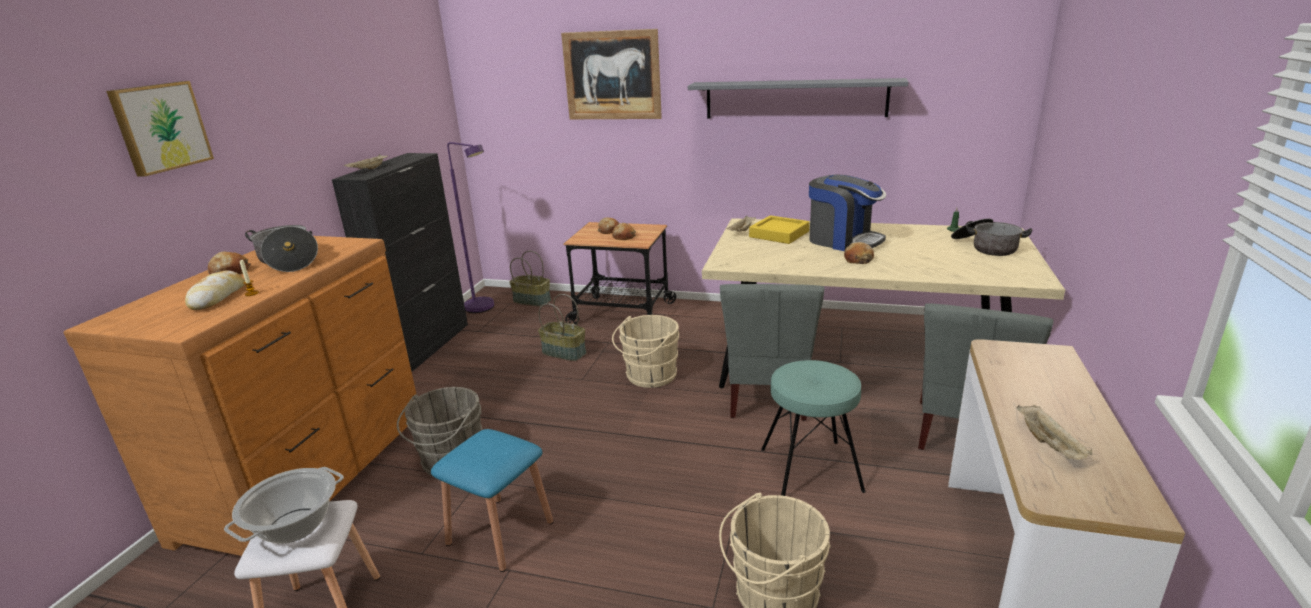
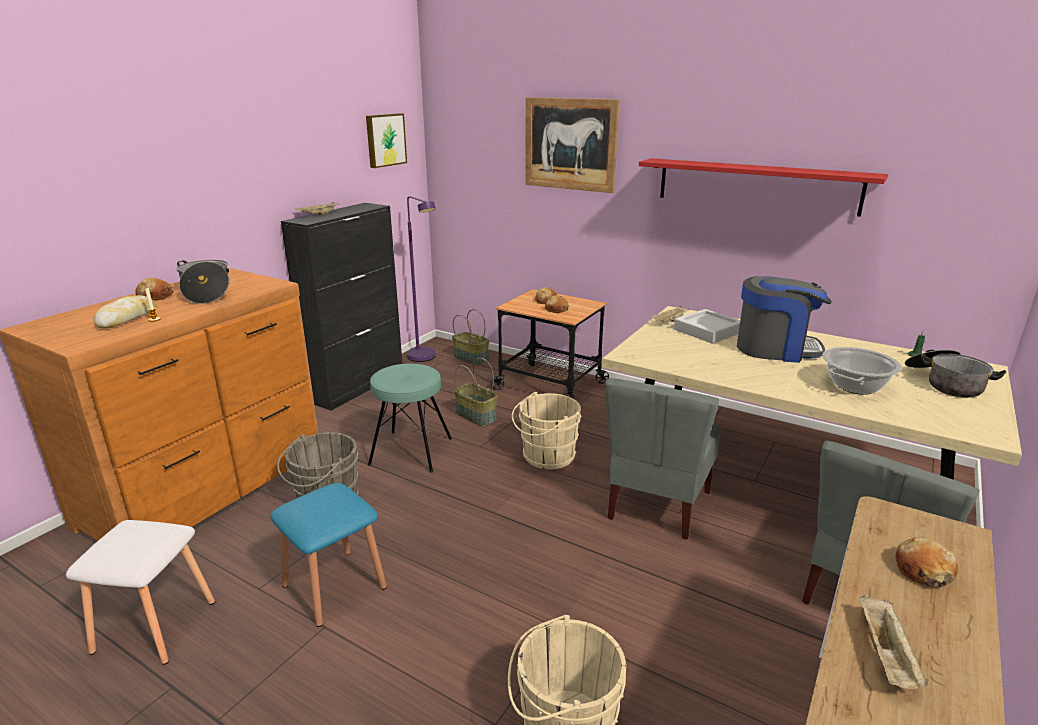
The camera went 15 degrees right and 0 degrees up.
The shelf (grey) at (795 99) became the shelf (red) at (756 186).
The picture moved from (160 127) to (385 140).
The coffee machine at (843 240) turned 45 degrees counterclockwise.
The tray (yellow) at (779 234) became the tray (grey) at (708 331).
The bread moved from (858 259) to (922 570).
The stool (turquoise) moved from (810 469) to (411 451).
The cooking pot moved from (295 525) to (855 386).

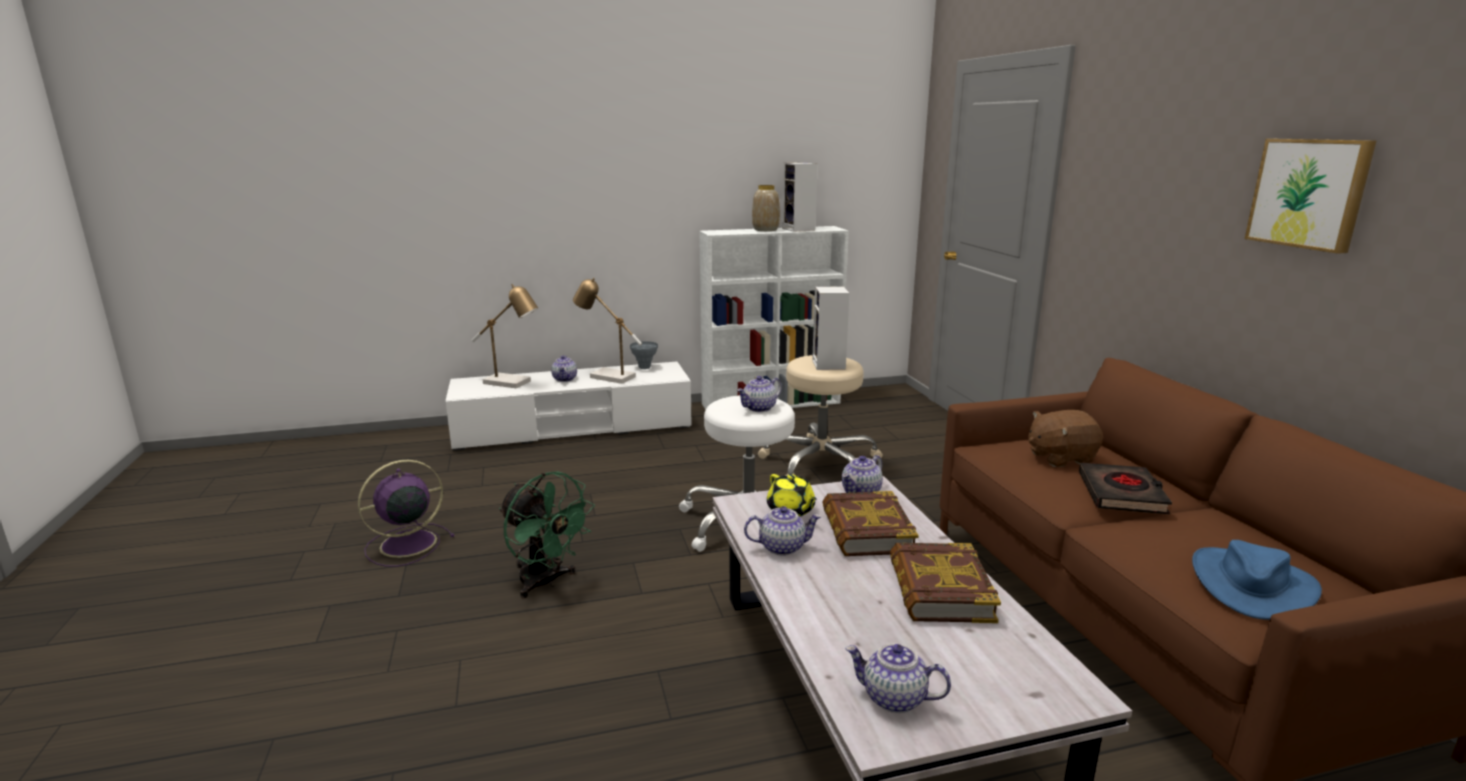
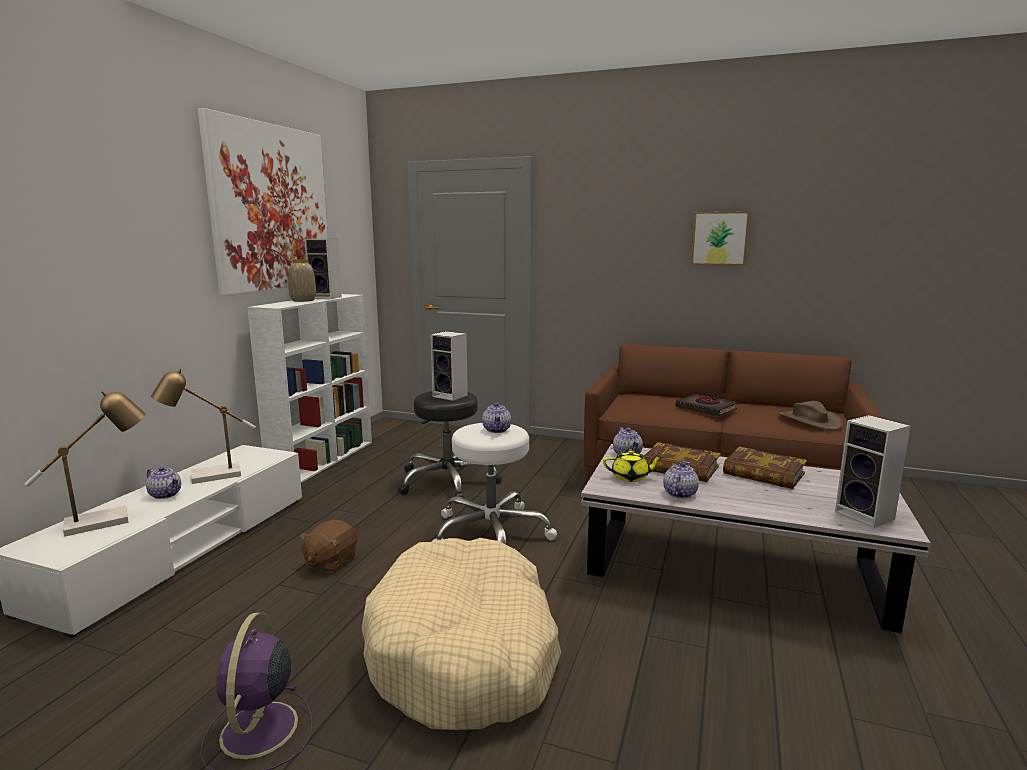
The camera went 55 degrees left and 5 degrees down.
The vase (grey) at (644 367) disappeared.
The stool (beige) at (820 464) became the stool (black) at (448 481).
The plush toy (brown) moved from (1060 457) to (330 562).
The fan (green) at (546 582) was replaced by the dog bed (beige) at (464 652).
The hat (blue) at (1251 584) became the hat (brown) at (809 421).
The teapot at (893 698) was replaced by the speaker at (867 516).
The picture at (270 208) appeared.

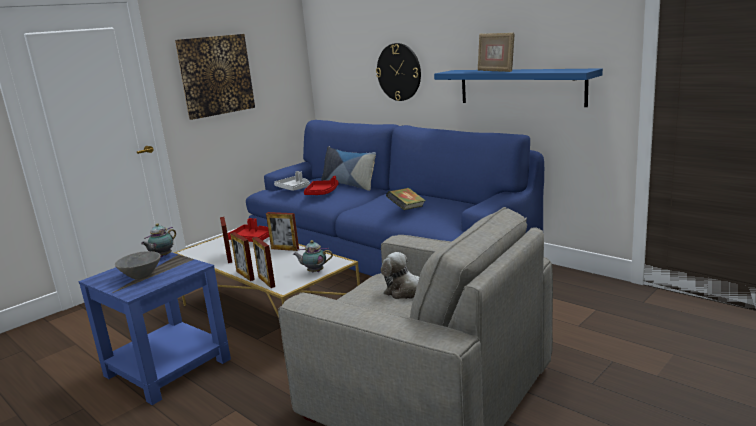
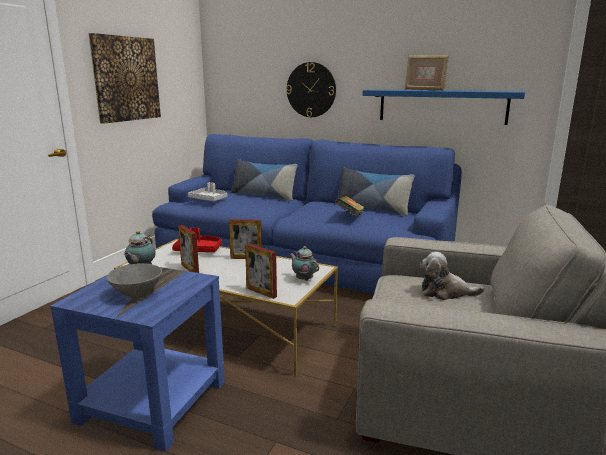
The camera went 20 degrees left and 0 degrees up.
The tray (red) at (322 193) disappeared.
The picture frame at (245 275) disappeared.
The teapot at (314 272) turned 60 degrees clockwise.
The pillow at (372 208) appeared.

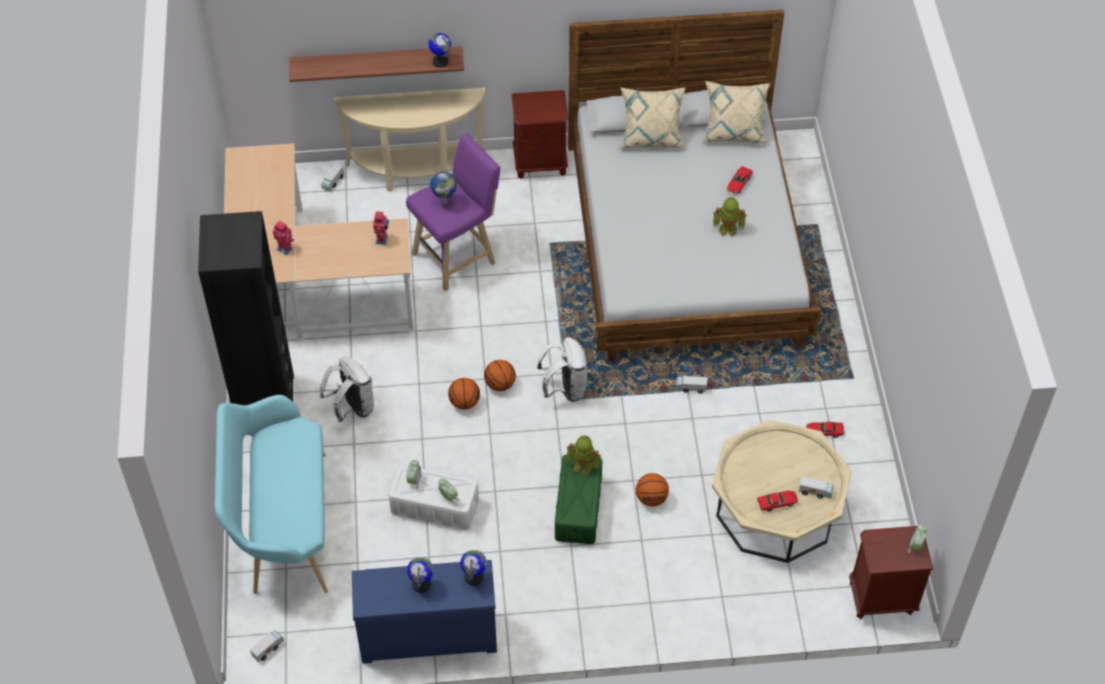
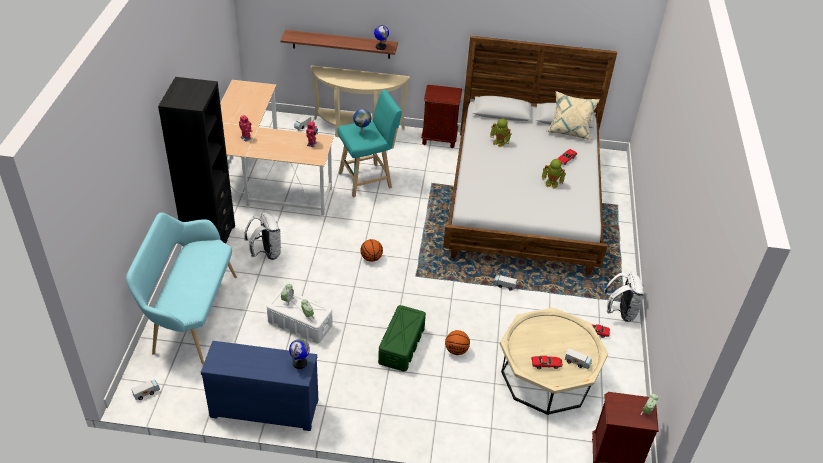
The camera went 10 degrees right and 10 degrees down.
The pillow (beige) at (651 137) disappeared.
The stool (purple) at (457 256) became the stool (turquoise) at (368 179).
The backpack (white) moved from (565 389) to (620 312).
The basketball at (464 402) disappeared.
The toy robot moved from (583 465) to (499 142).
The globe at (421 584) disappeared.

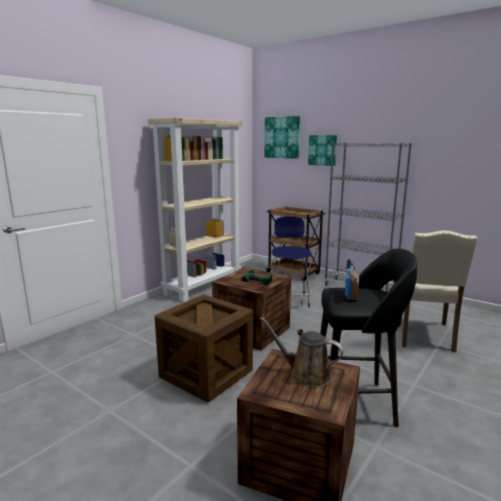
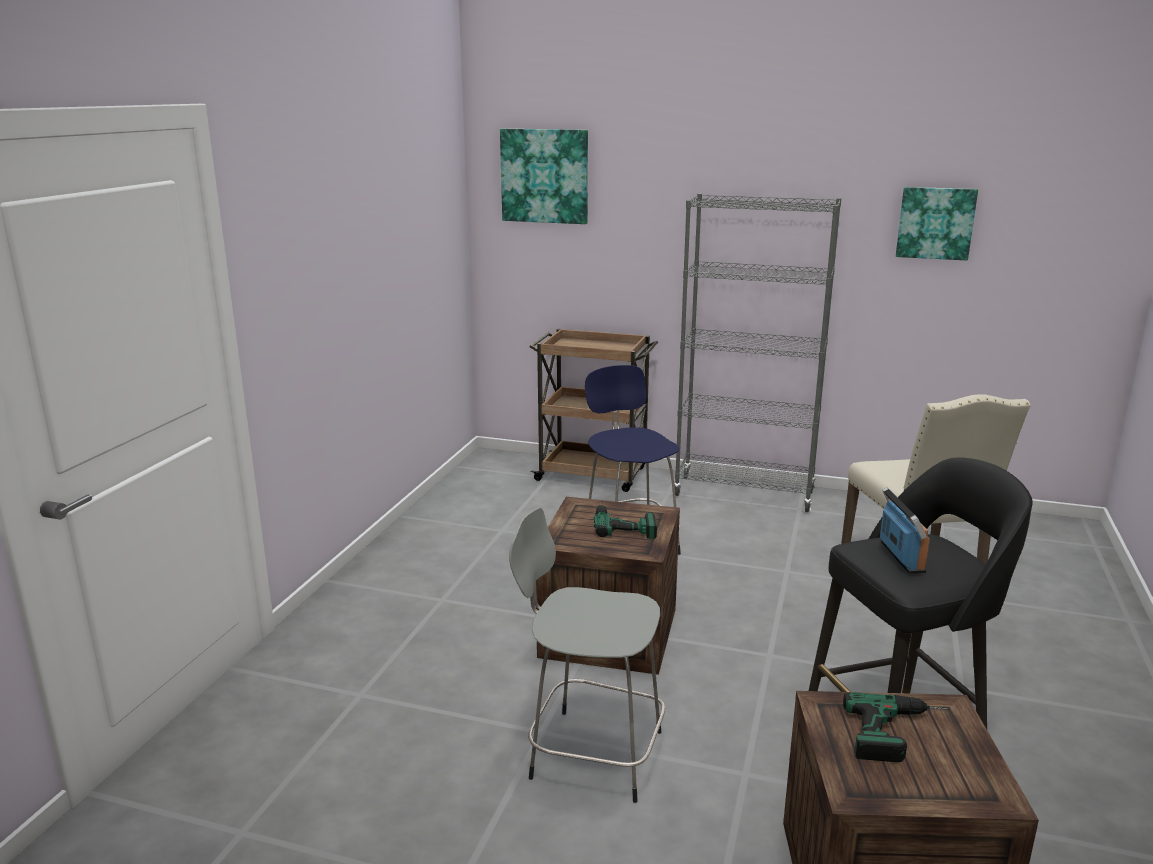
The camera went 20 degrees left and 5 degrees up.
The bookcase (beige) at (203 286) disappeared.
The picture moved from (323 150) to (935 223).
The crate at (206 374) was replaced by the stool (grey) at (591 753).
The watering can (brown) at (306 374) was replaced by the power drill at (900 733).

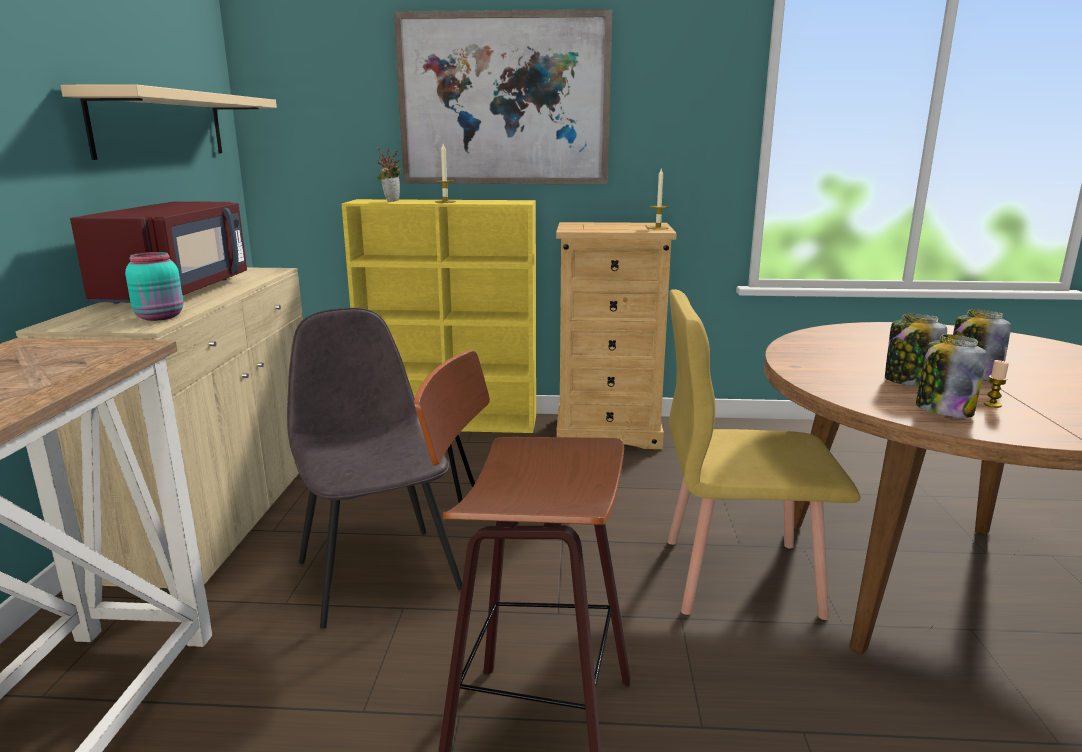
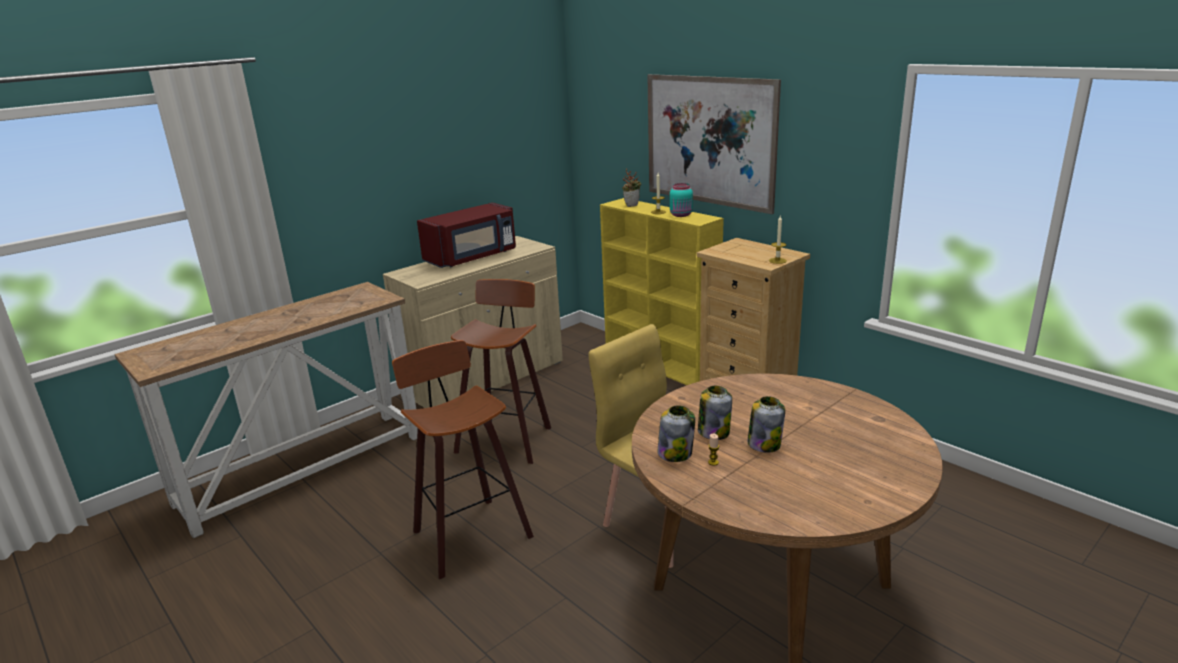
The camera went 45 degrees right and 5 degrees up.
The shelf (beige) at (161 125) disappeared.
The jar (turquoise) moved from (161 317) to (681 215).
The chair (grey) at (377 572) was replaced by the stool at (506 438).

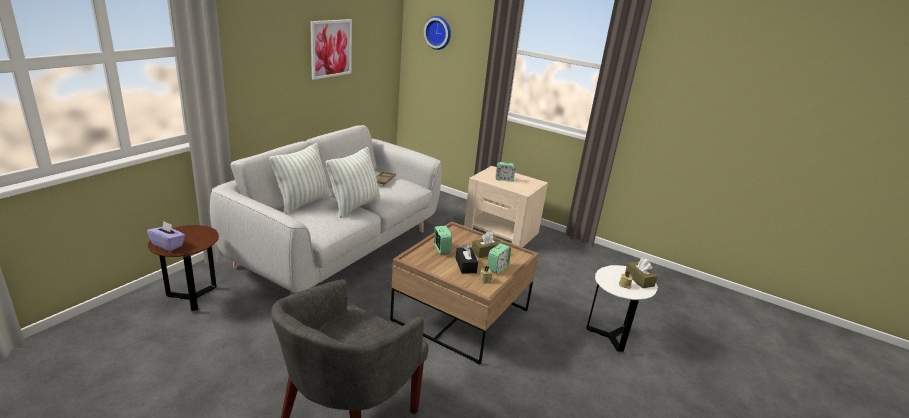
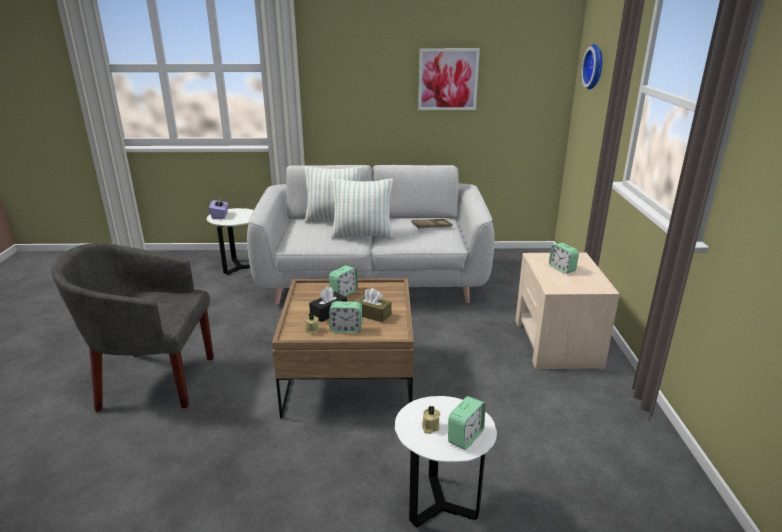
The camera went 60 degrees right and 0 degrees up.
The side table (brown) at (193 298) became the side table (white) at (240 267).
The tissue box (brown) at (639 279) was replaced by the alarm clock at (465 437).

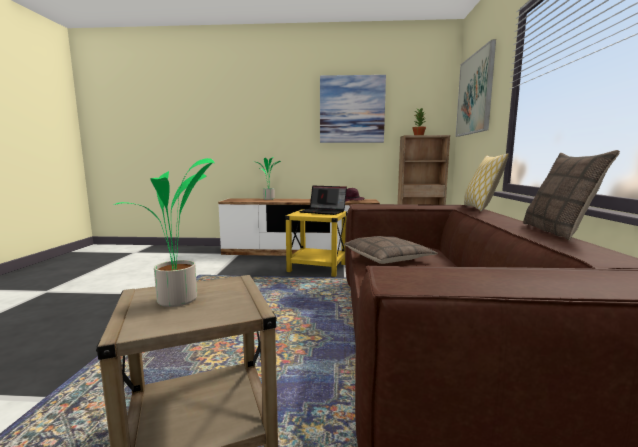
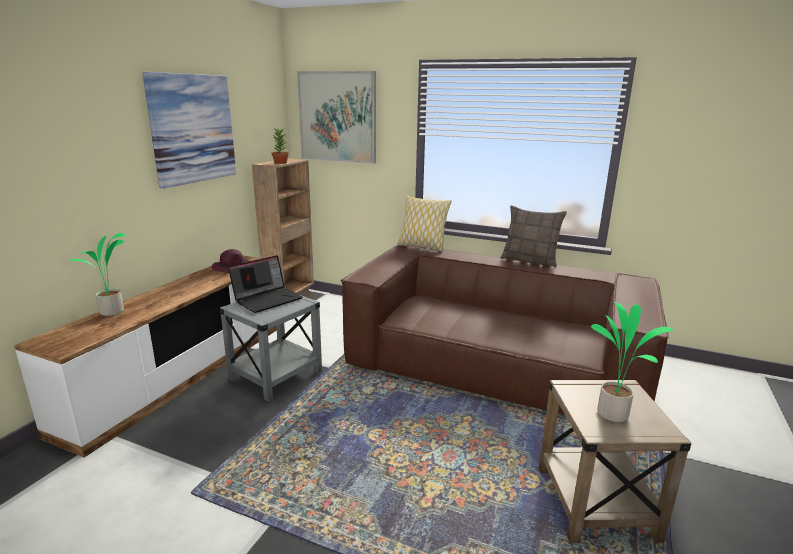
The camera went 70 degrees left and 10 degrees up.
The side table (yellow) at (317 268) became the side table (grey) at (276 376).
The pillow at (388 258) disappeared.

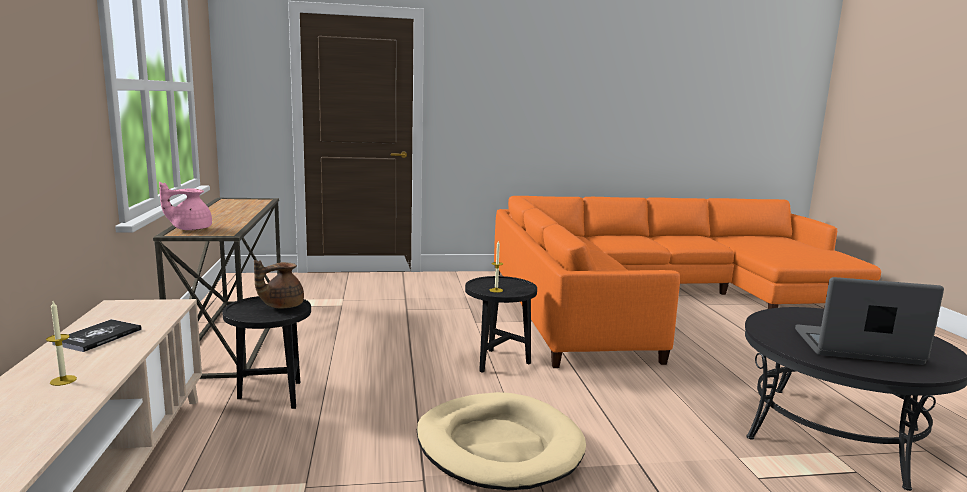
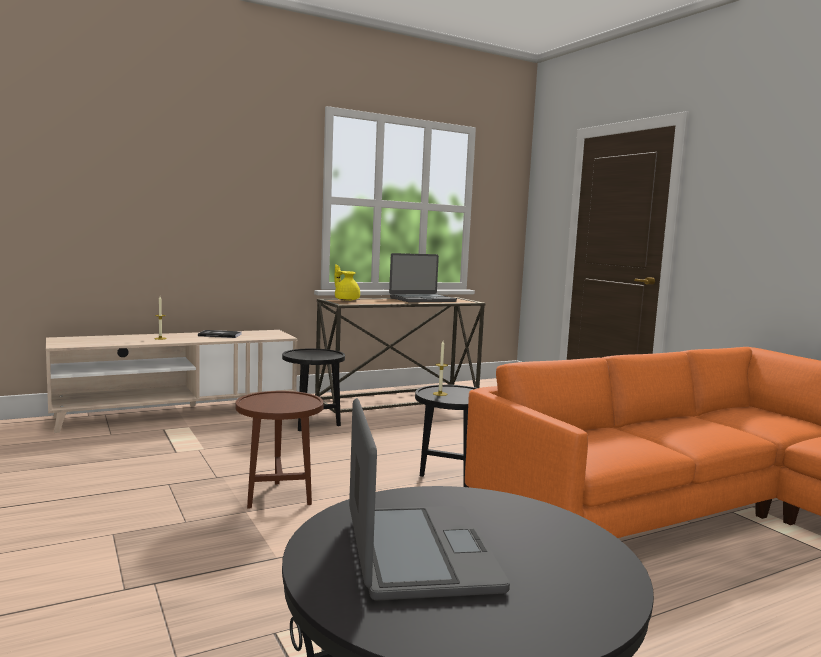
The camera went 70 degrees right and 5 degrees down.
The teapot (pink) at (190 229) became the teapot (yellow) at (346 300).
The teapot (brown) at (281 306) disappeared.
The dog bed (beige) at (499 446) was replaced by the side table (brown) at (278 495).
The laptop at (422 299) appeared.

